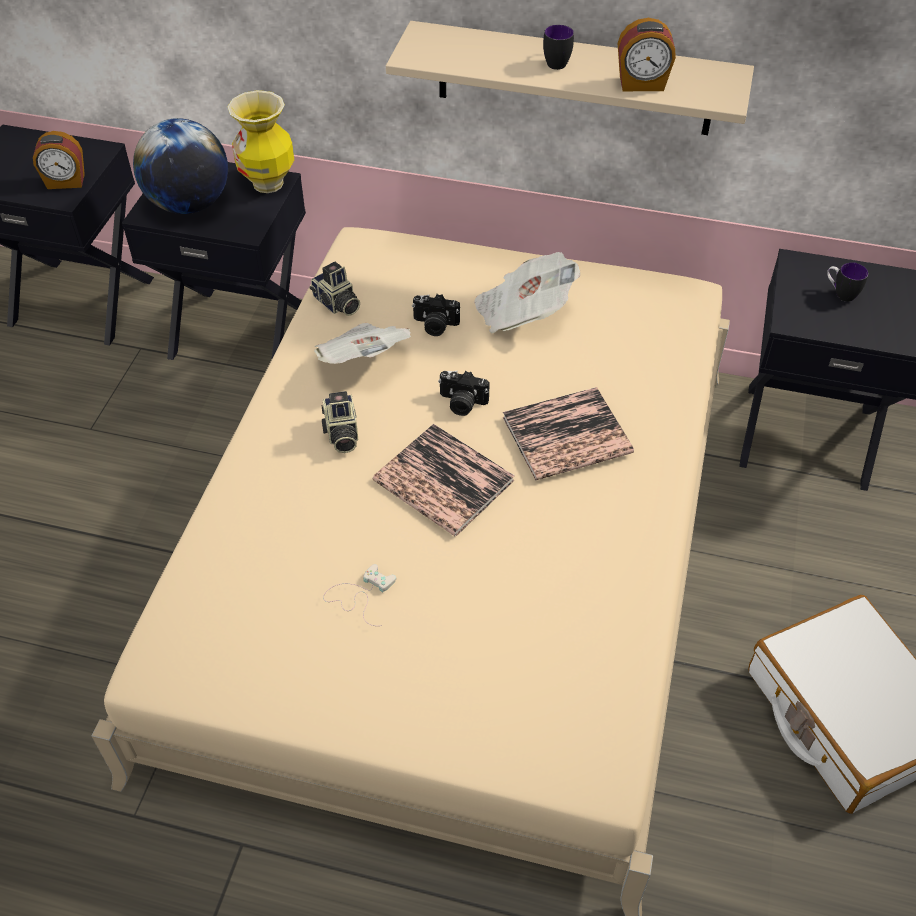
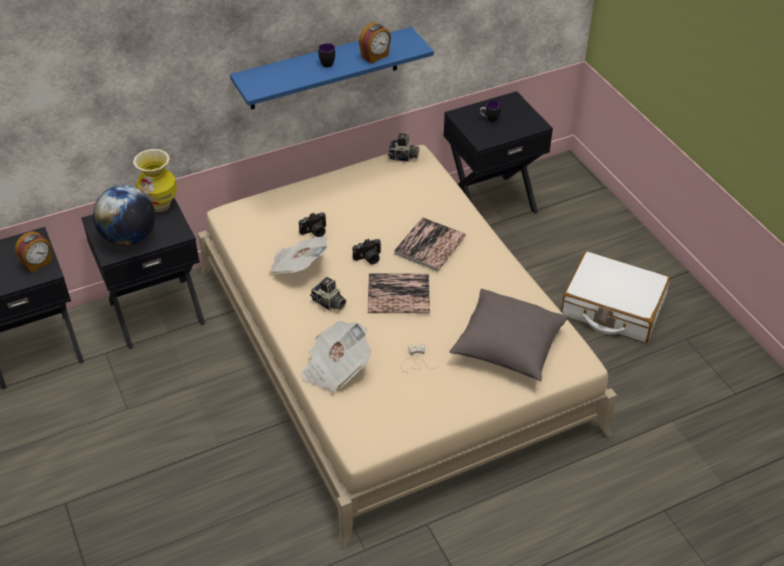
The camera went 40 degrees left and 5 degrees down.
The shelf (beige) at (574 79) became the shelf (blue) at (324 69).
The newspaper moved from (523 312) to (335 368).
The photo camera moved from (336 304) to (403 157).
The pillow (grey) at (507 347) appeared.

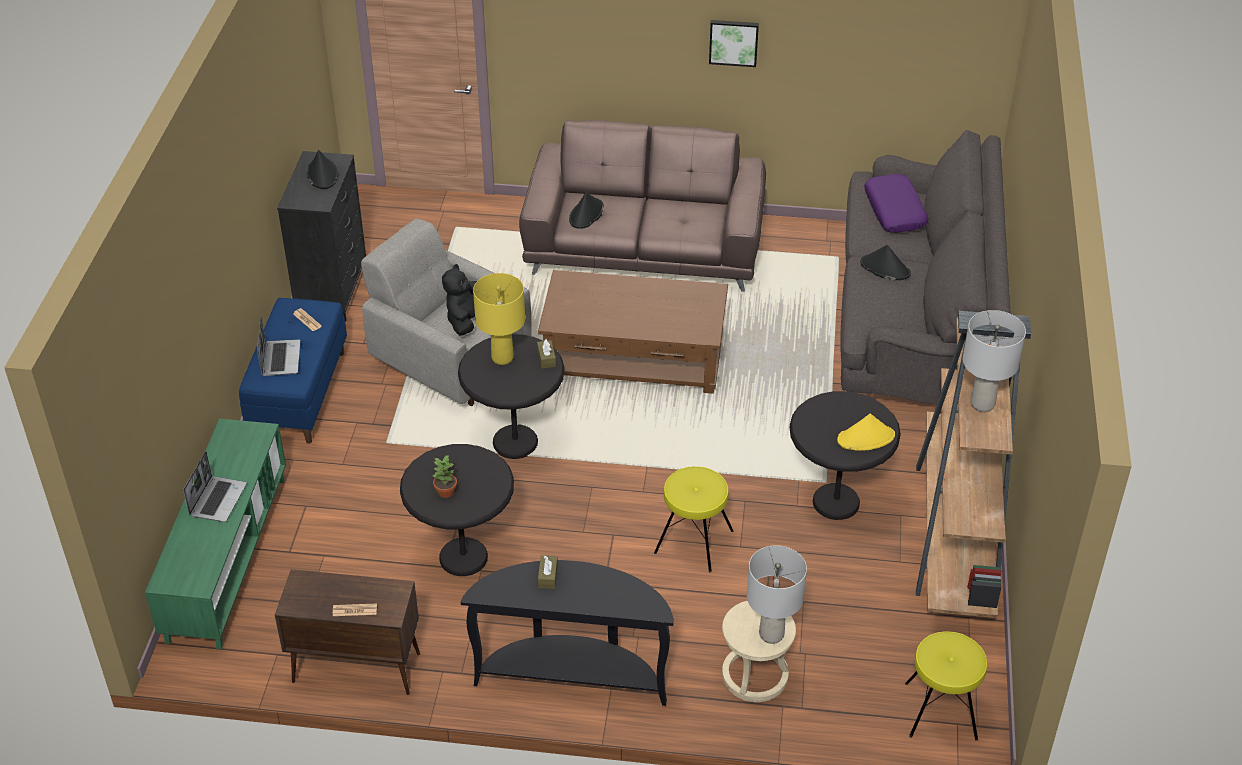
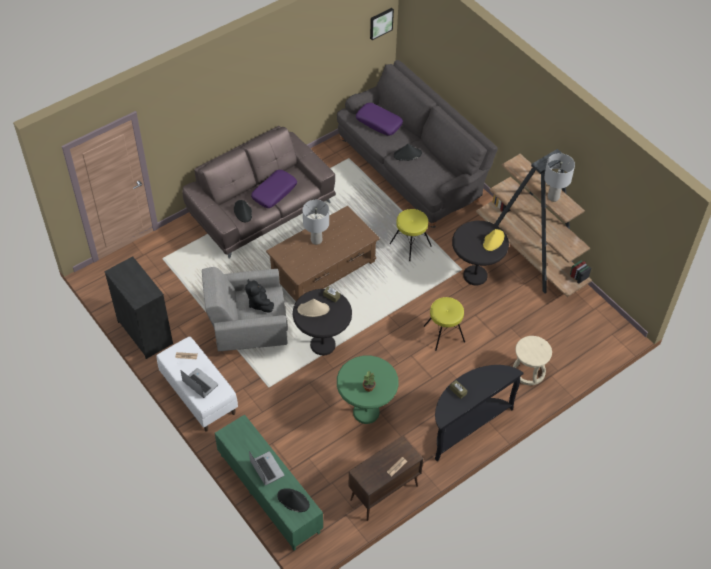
The camera went 45 degrees left and 10 degrees up.
The picture moved from (733 42) to (380 23).
The hat (black) moved from (322 174) to (293 500).
The table lamp (yellow) at (503 358) was replaced by the hat (beige) at (313 309).
The bench (blue) at (299 393) became the bench (white) at (198 394).
The side table (black) at (463 558) became the side table (green) at (366 412).
The table lamp (grey) moved from (771 634) to (316 240).
The stool (yellow) moved from (940 710) to (410 245).
The pillow (purple) at (274 192) appeared.

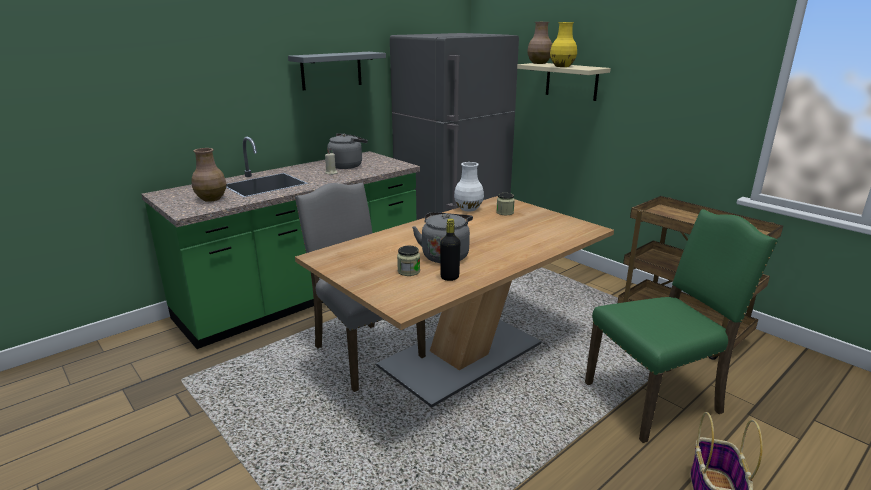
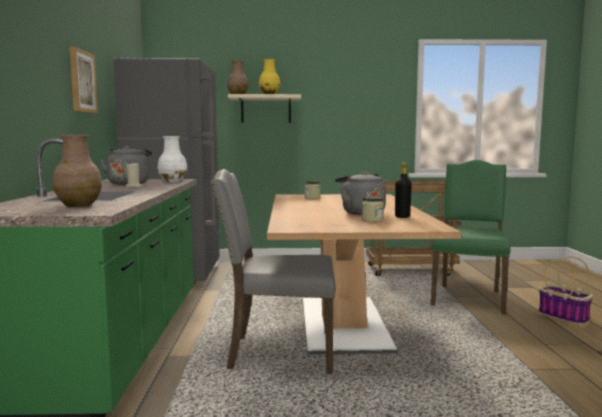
The camera went 50 degrees left and 15 degrees down.
The shelf (grey) at (331 70) was replaced by the picture at (82 81).
The vase (white) moved from (469 209) to (173 181).

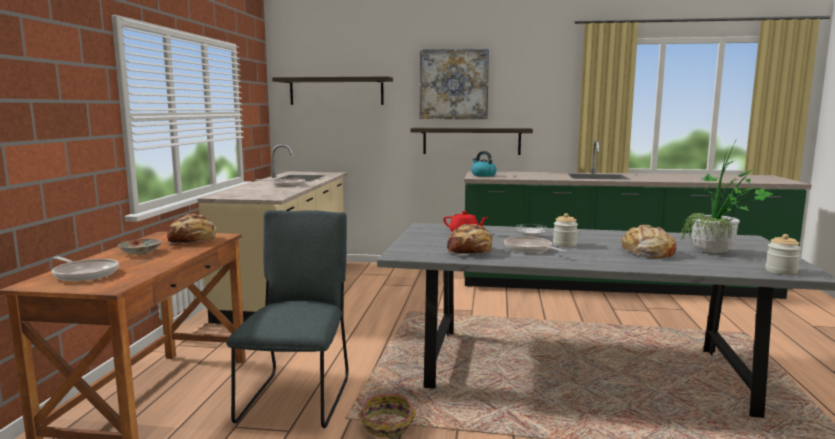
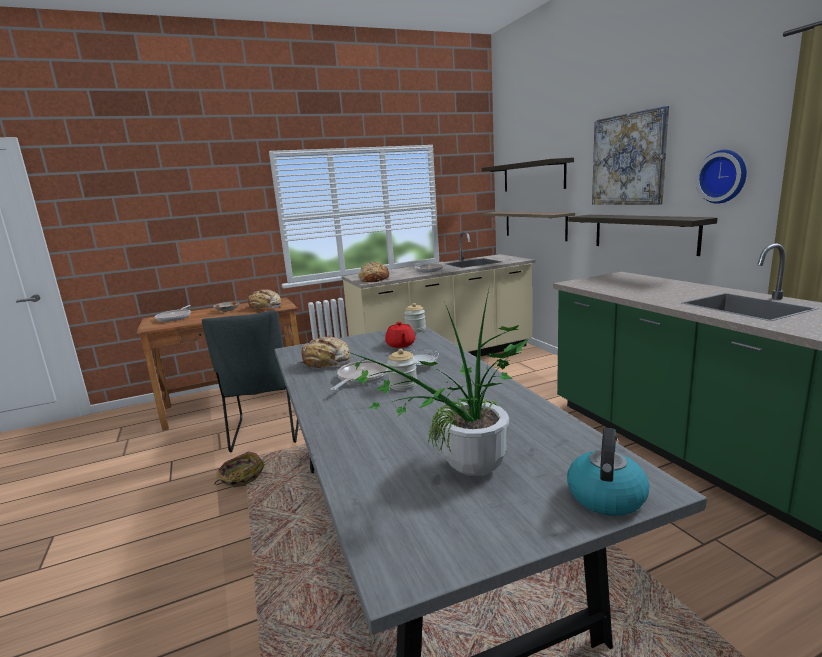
The camera went 60 degrees right and 5 degrees up.
The kettle moved from (483 175) to (605 495).
The chair (grey) at (298 397) turned 105 degrees clockwise.
The bread moved from (647 252) to (374 279).
The jar moved from (781 271) to (415 330).
The wall clock at (723 176) appeared.
The shelf at (534 225) appeared.

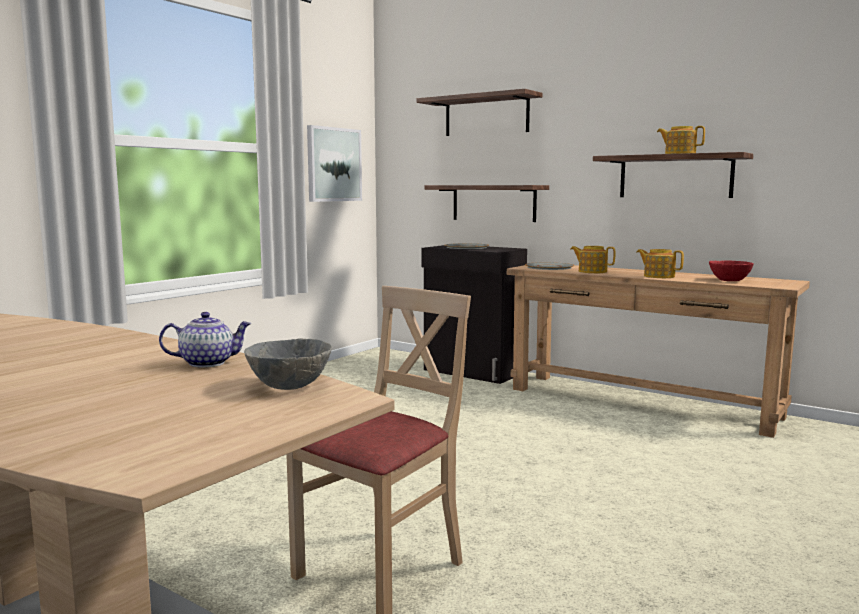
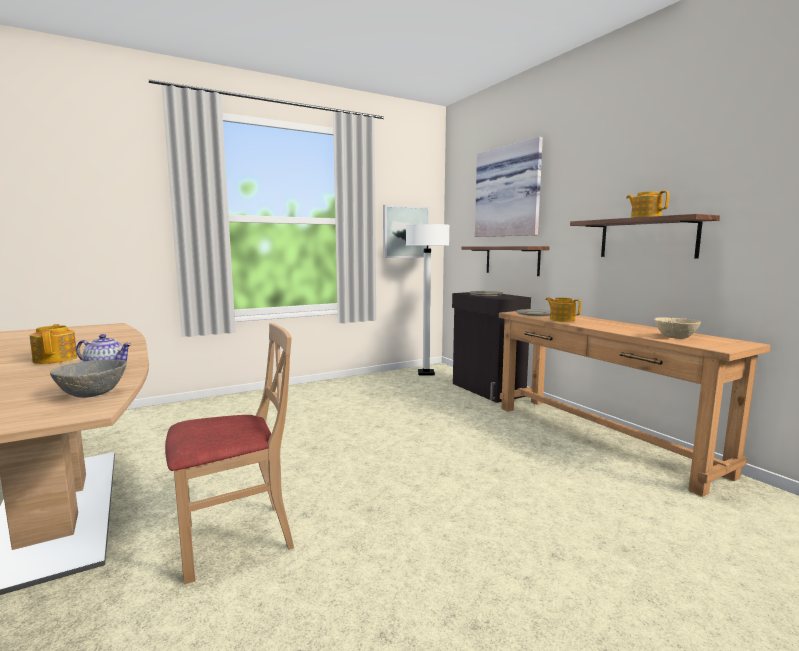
The camera went 25 degrees right and 0 degrees up.
The shelf at (486 115) was replaced by the picture at (509 192).
The teapot moved from (658 276) to (56 359).
The bowl (red) at (729 280) became the bowl (beige) at (675 337).
The floor lamp (white) at (426 373) appeared.

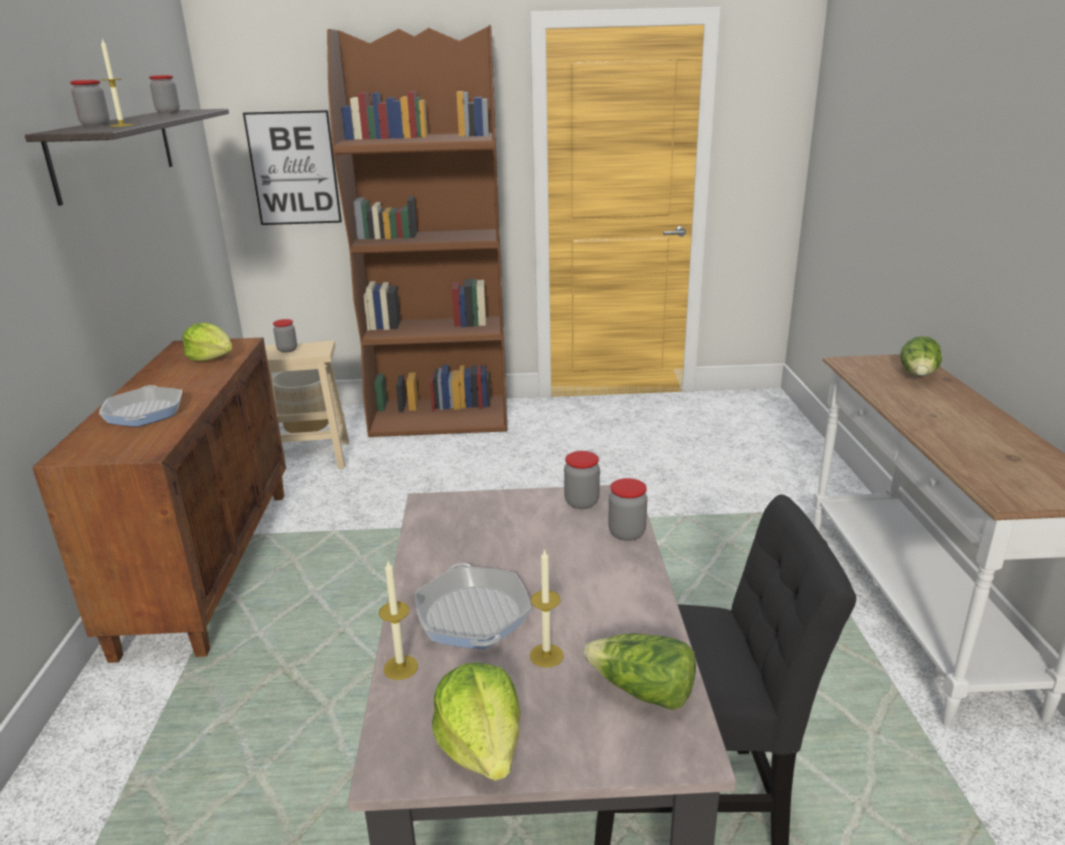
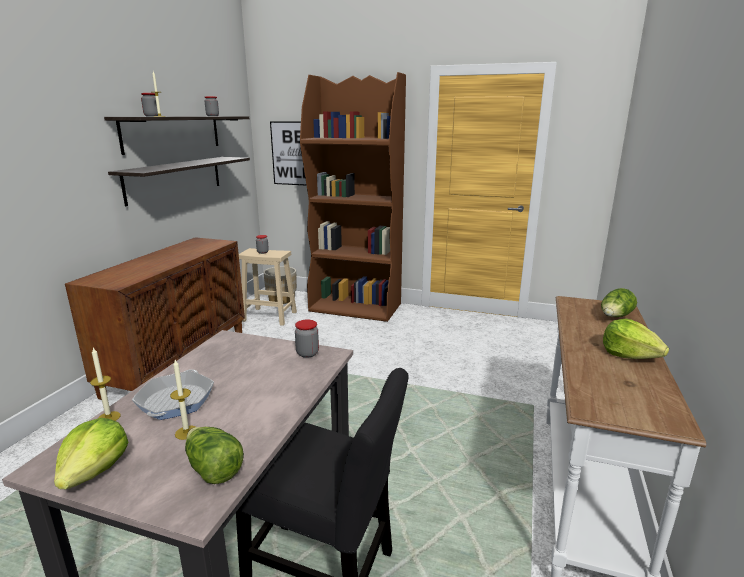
The camera went 20 degrees right and 5 degrees down.
The lettuce moved from (211 358) to (629 355).
The frying pan at (144 412) disappeared.
The jar at (627 533) disappeared.
The shelf at (175 179) appeared.

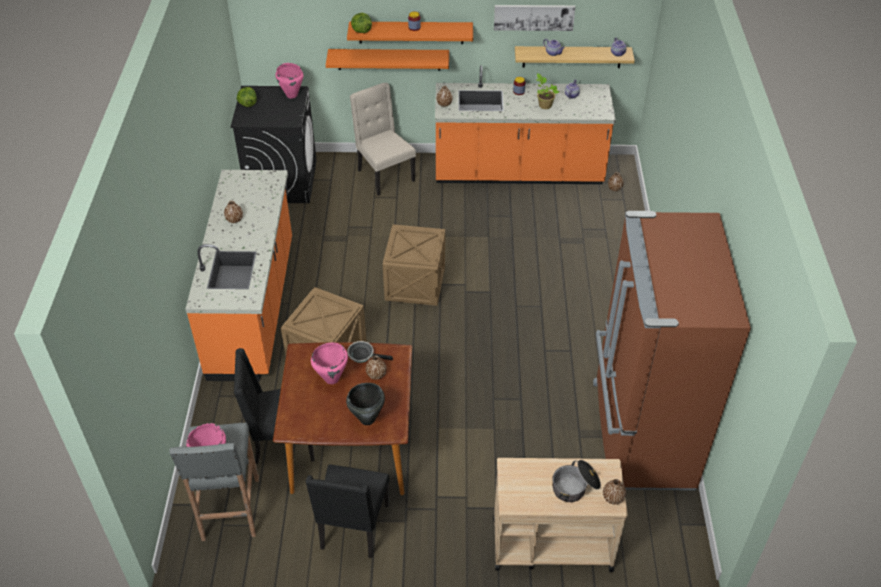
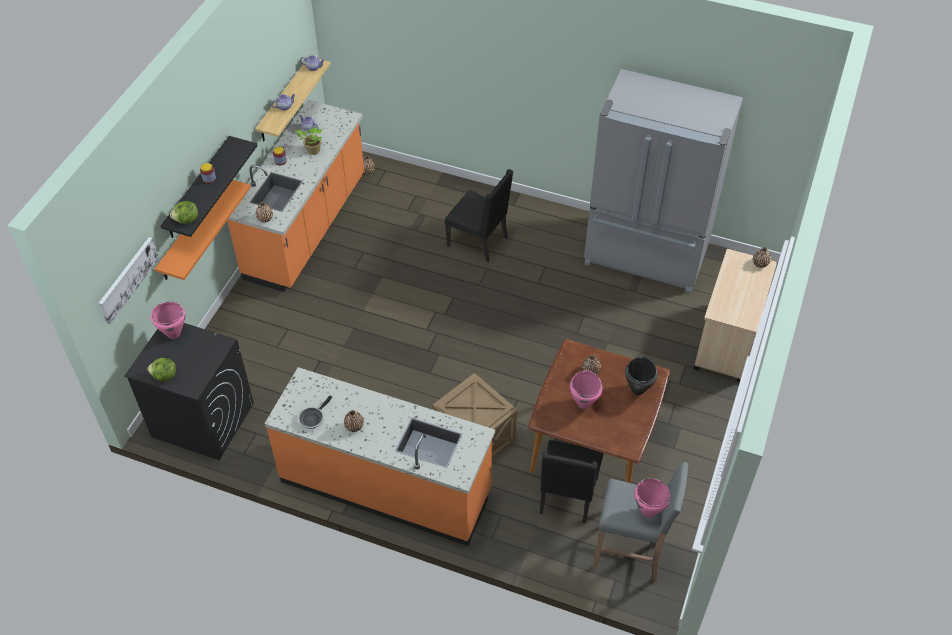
The camera went 70 degrees left and 5 degrees up.
The picture moved from (534 17) to (127 279).
The shelf (orange) at (411 32) became the shelf (black) at (198 188).
The chair (beige) at (384 175) disappeared.
The fridge (brown) at (639 434) became the fridge (grey) at (646 256).
The crate at (415 283) disappeared.
The frying pan moved from (363 355) to (313 418).
The cooking pot at (575 487) disappeared.
The chair (black) moved from (353 528) to (479 241).

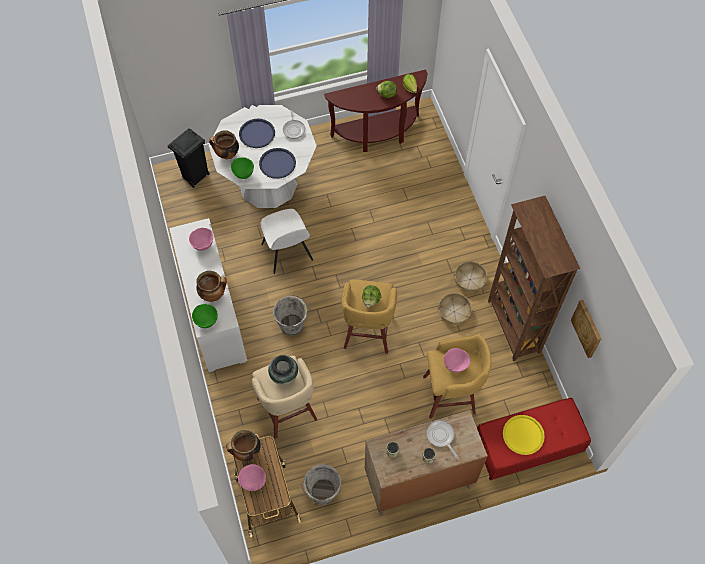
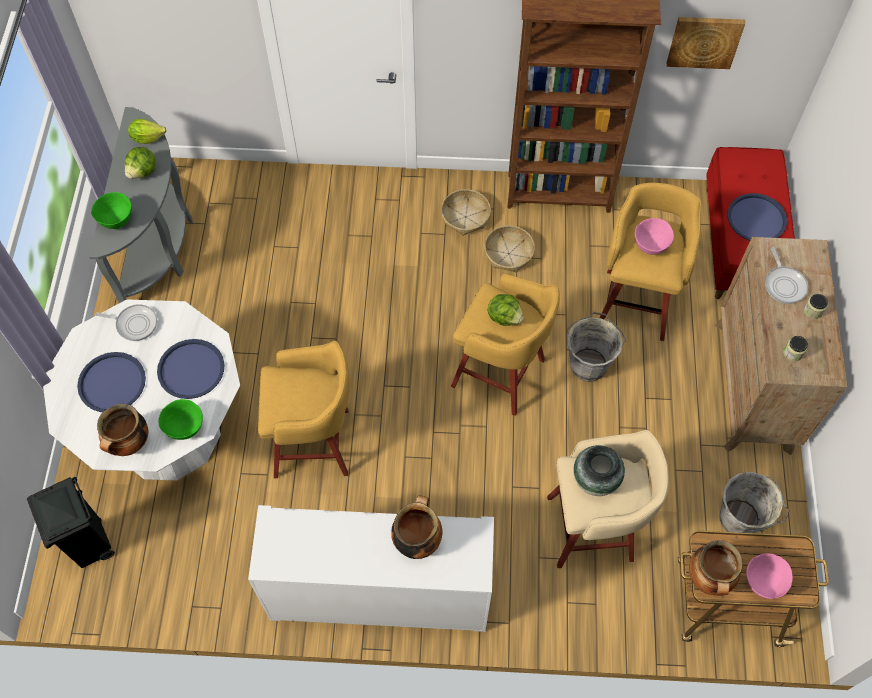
The camera went 70 degrees left and 0 degrees up.
The console table (brown) at (378 134) became the console table (grey) at (159 245).
The chair (white) at (287 253) was replaced by the stool (yellow) at (315 443).
The bowl (pink) at (202 245) disappeared.
The bucket (grey) moved from (293 325) to (588 364).
The bowl (green) moved from (206 322) to (117 221).
The tray (yellow) at (523 435) became the tray (blue) at (756 219).
The frying pan at (441 436) turned 90 degrees counterclockwise.

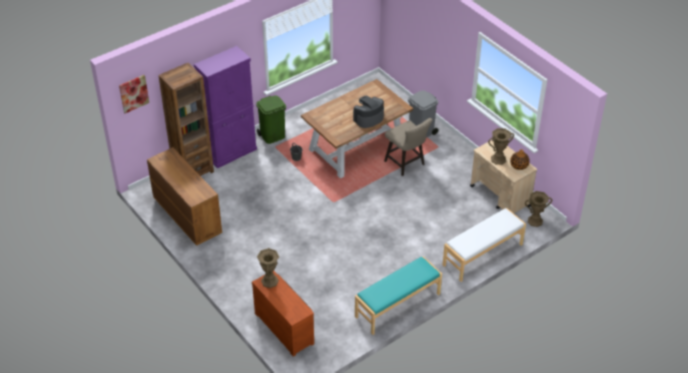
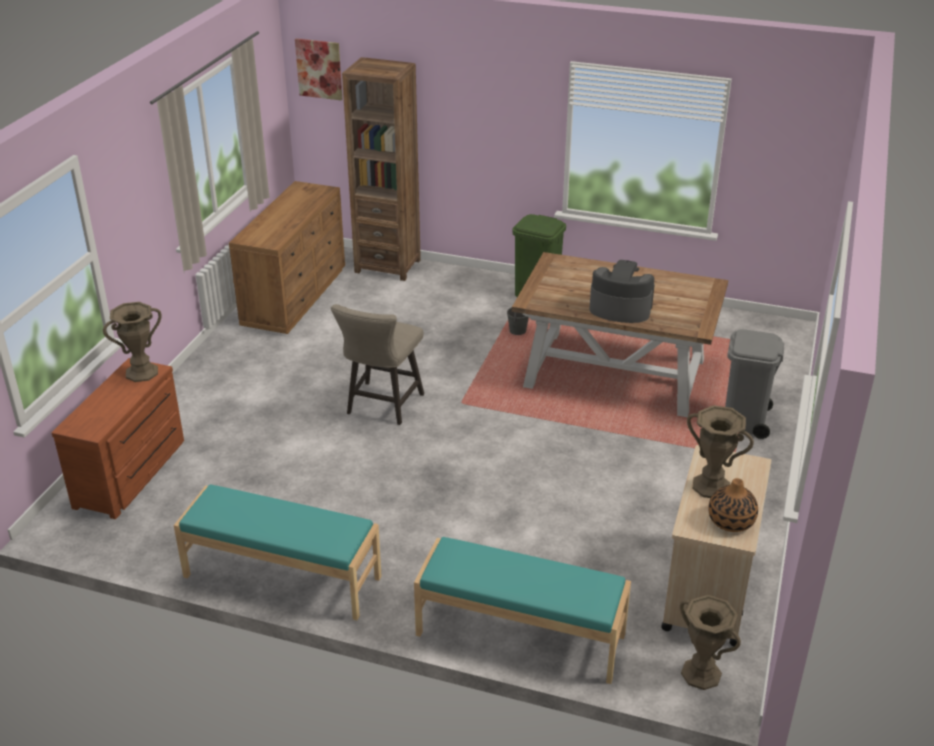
The camera went 55 degrees right and 10 degrees down.
The cabinet (purple) at (231 152) disappeared.
The stool (beige) moved from (406 164) to (382 407).
The bench (white) at (483 255) became the bench (turquoise) at (520 636).

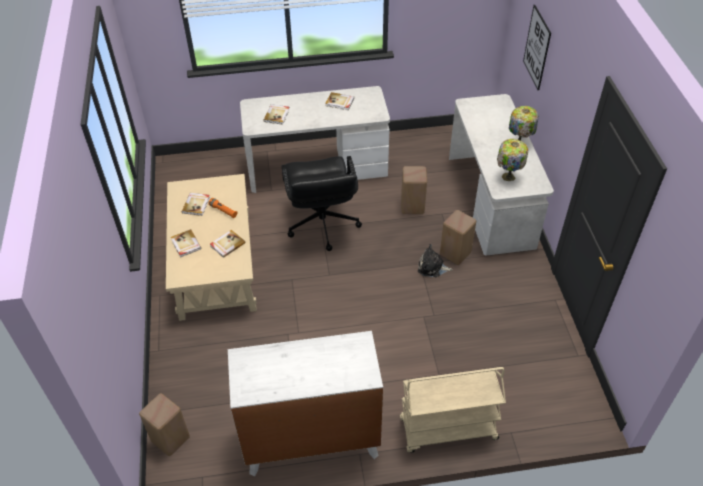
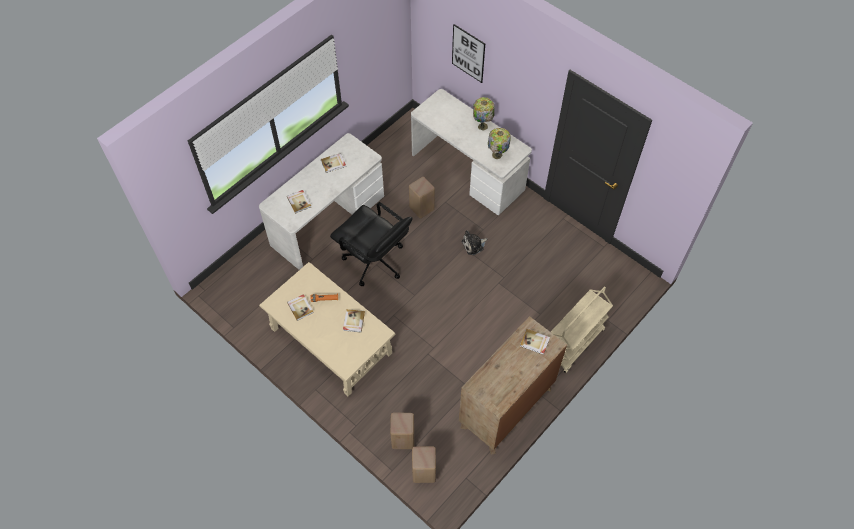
The camera went 40 degrees left and 10 degrees up.
The stool (beige) moved from (456 253) to (403 438).
The book moved from (185 244) to (535 342).
The dresser (white) at (311 440) became the dresser (brown) at (506 408).

